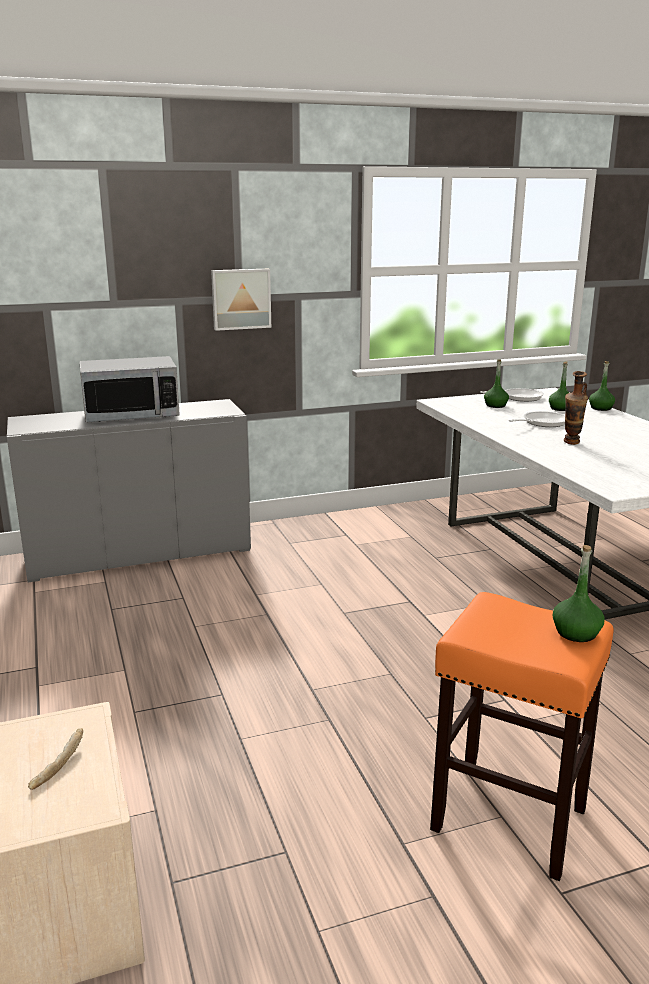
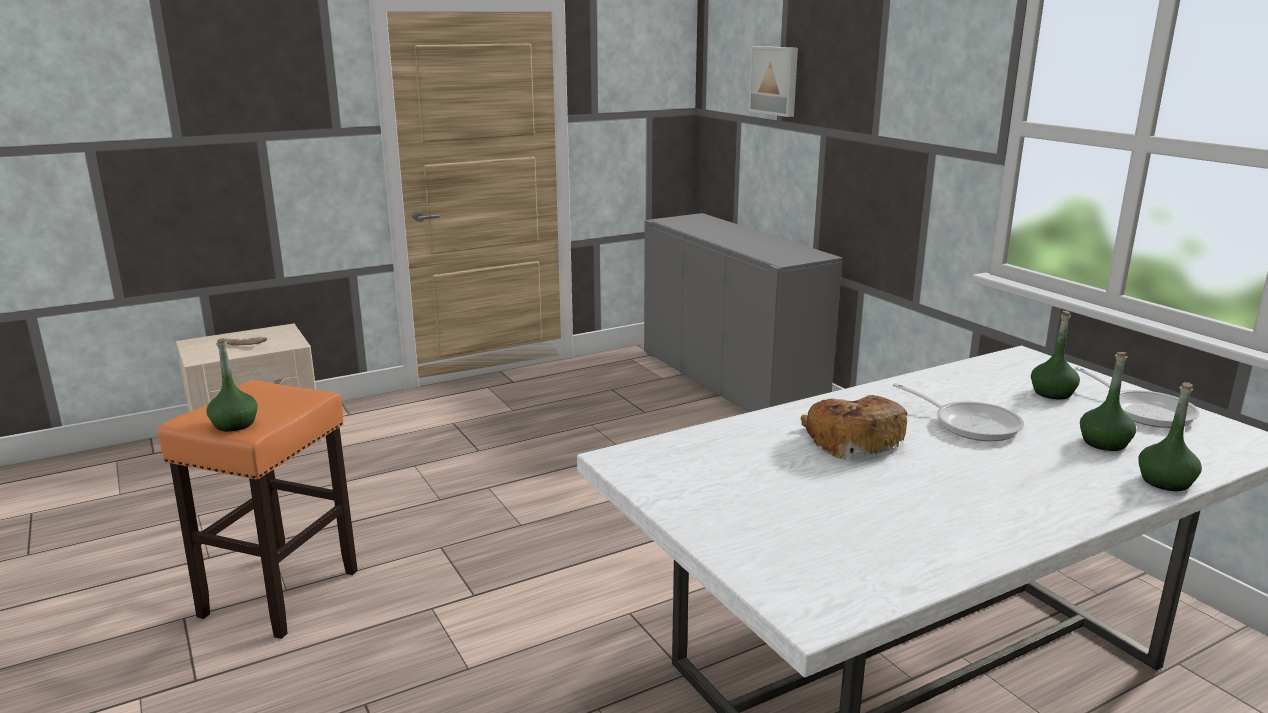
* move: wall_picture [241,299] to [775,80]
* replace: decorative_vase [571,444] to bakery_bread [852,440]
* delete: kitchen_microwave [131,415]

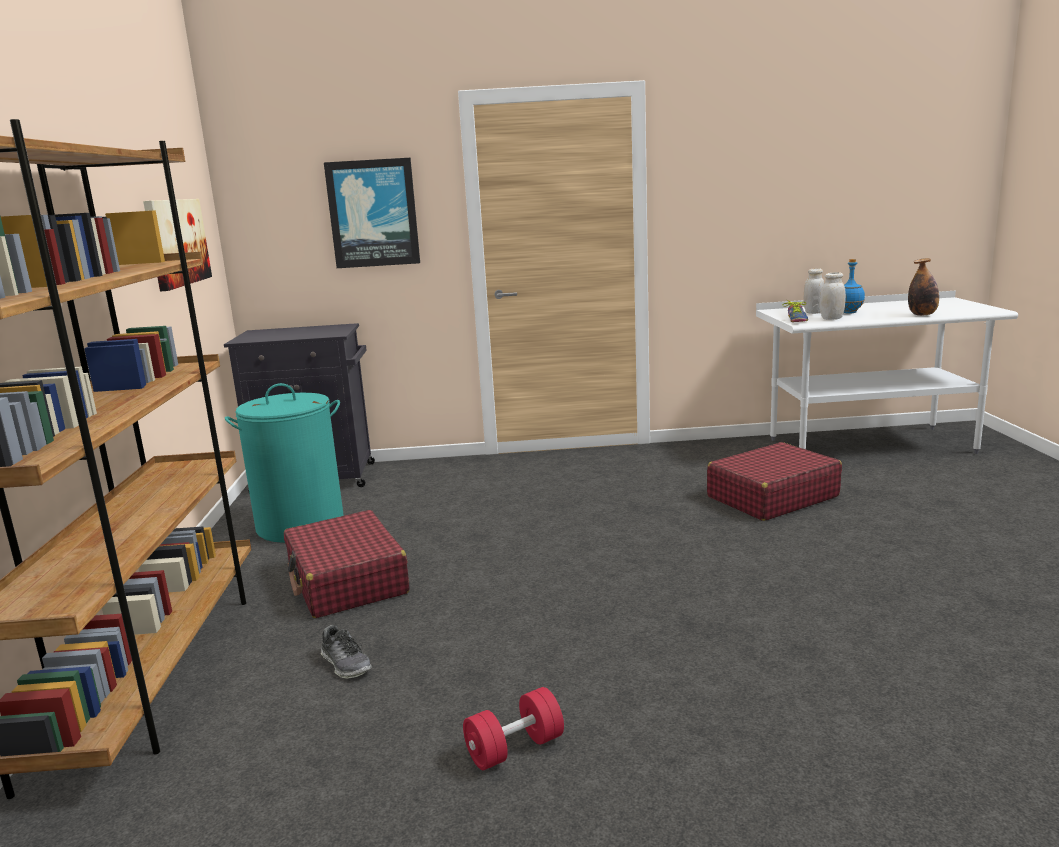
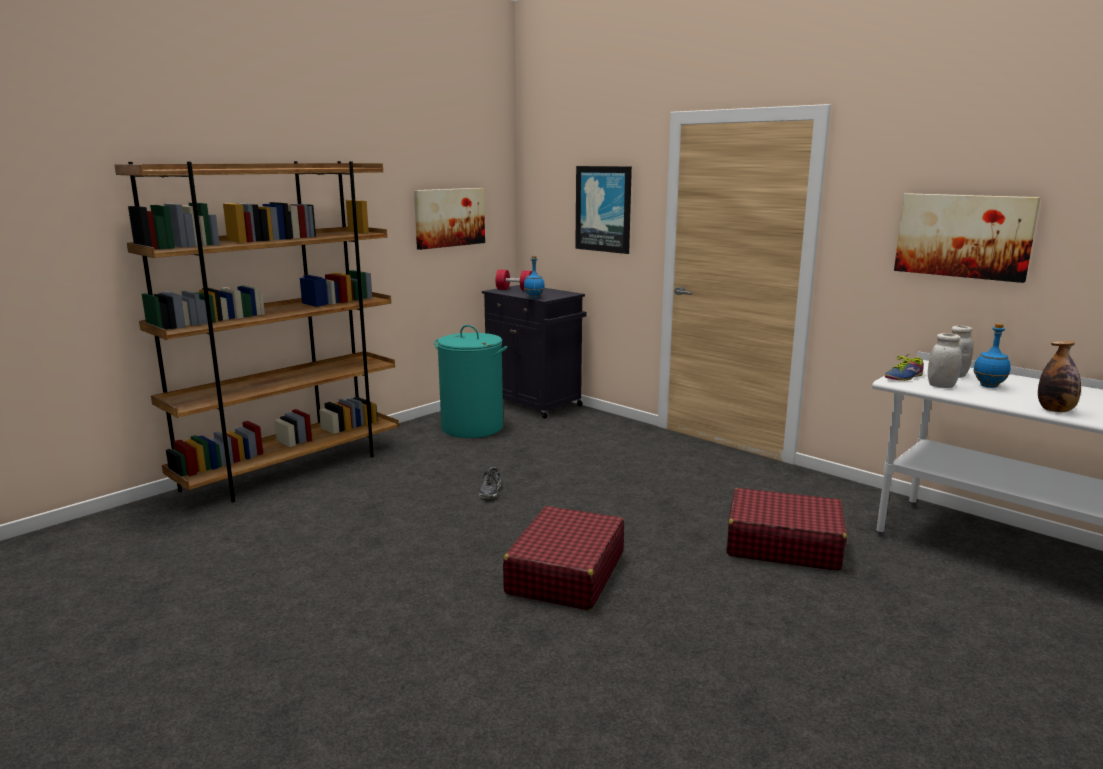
* move: low_shoe [346,664] to [490,491]
* move: reddish_dumbbell [515,748] to [514,289]
* move: reddish_piece_of_luggage [347,581] to [565,573]
* insert: blue-coloured_beverage_bottle [534,297]
* insert: wall_picture [963,236]

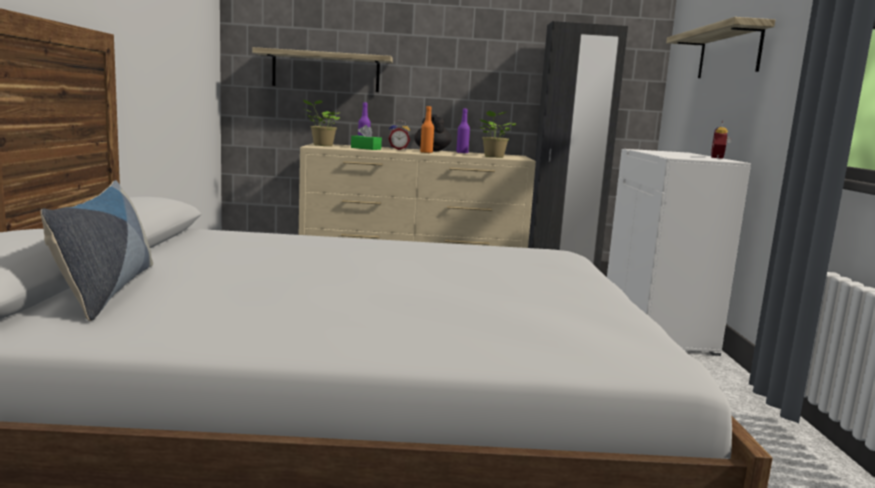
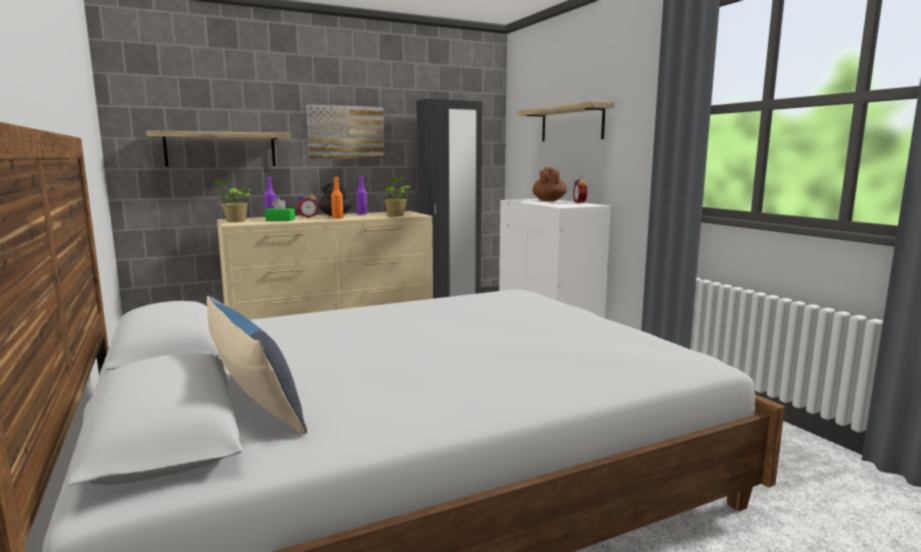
* insert: wall_picture [346,132]
* insert: brown_tea_pot [549,200]

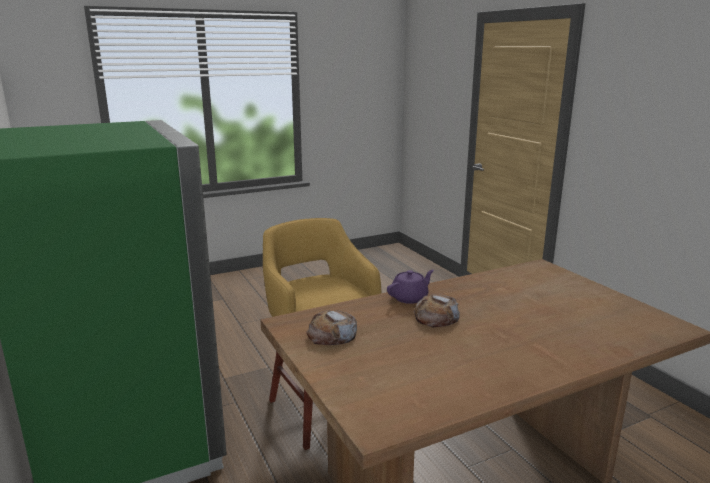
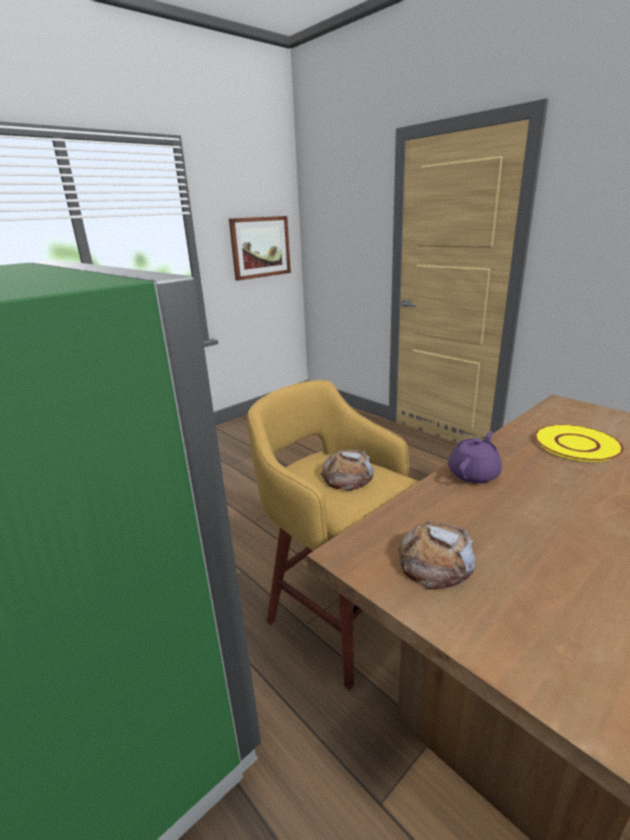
* insert: wall_picture [260,247]
* move: bakery_bread [436,317] to [347,476]
* insert: yellow_plate [576,444]

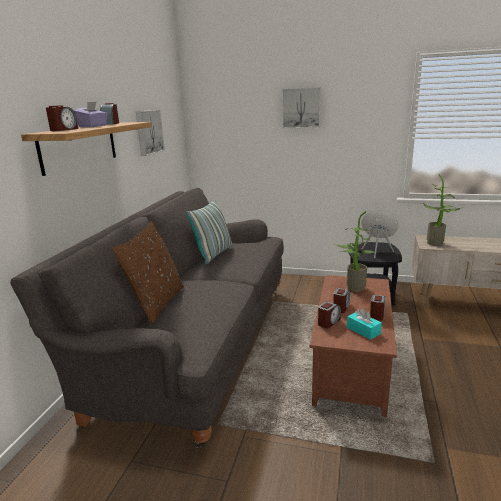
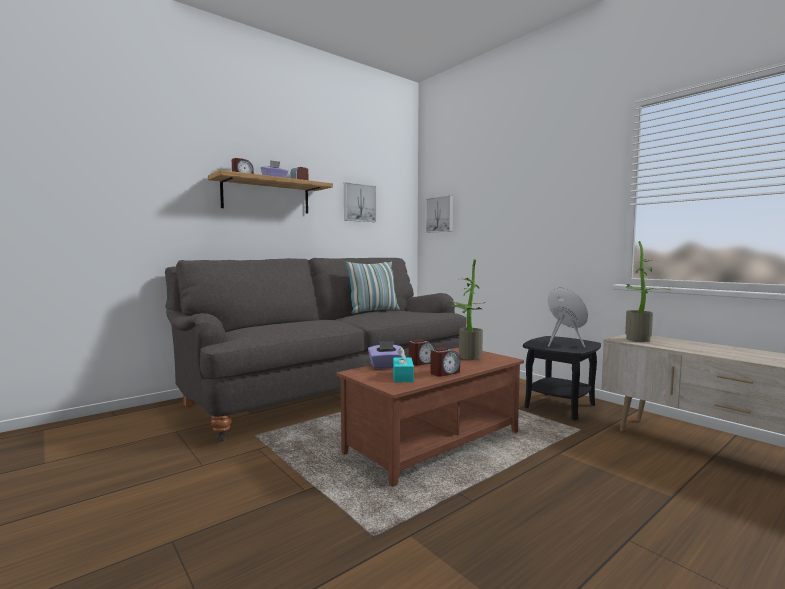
* replace: table_clock [328,322] to purplish_tissue_holder [386,366]
* move: wall_picture [301,108] to [440,214]
* delete: brown_pillow [156,303]

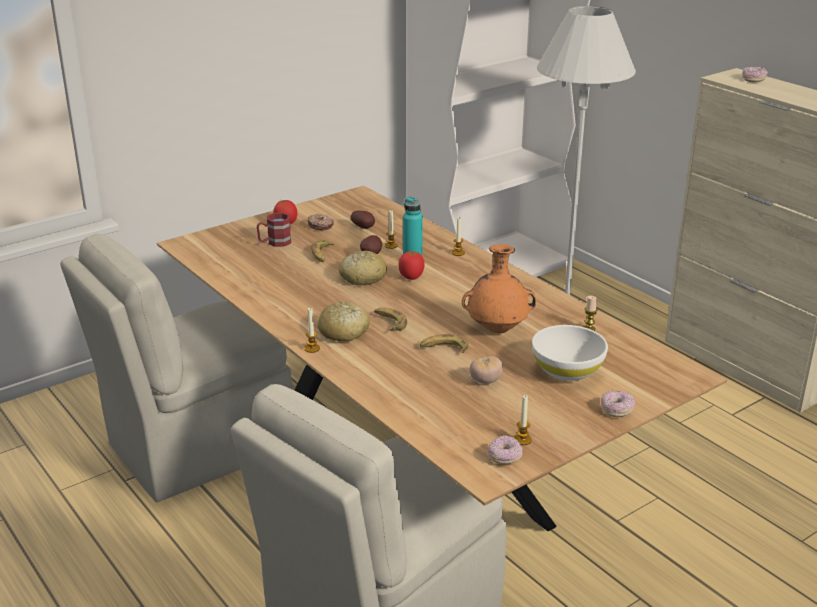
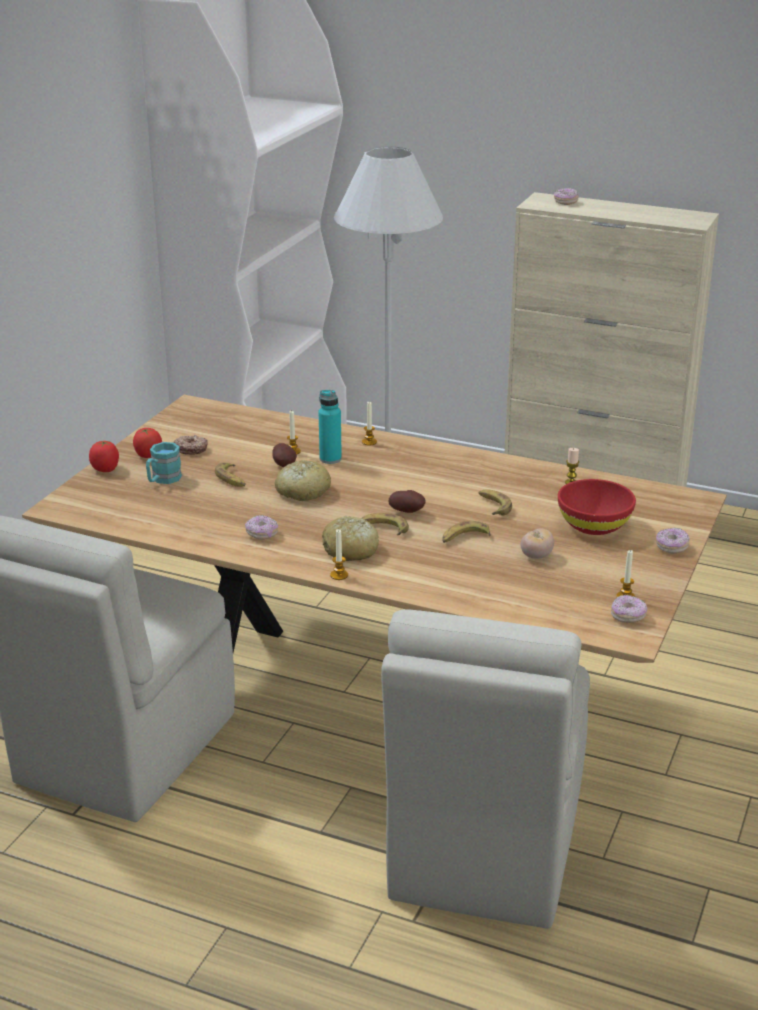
* move: fresh_tomato [411,277] to [105,469]
* recolor: reddish_coffee_mug [274,242] to blue-green_coffee_mug [162,480]
* insert: doughnut [262,534]
* move: potato [364,228] to [408,511]
* replace: orange-coloured_decorative_vase [498,329] to whole_banana [493,506]
* recolor: white-coloured_deep_dish [567,370] to reddish_deep_dish [594,525]

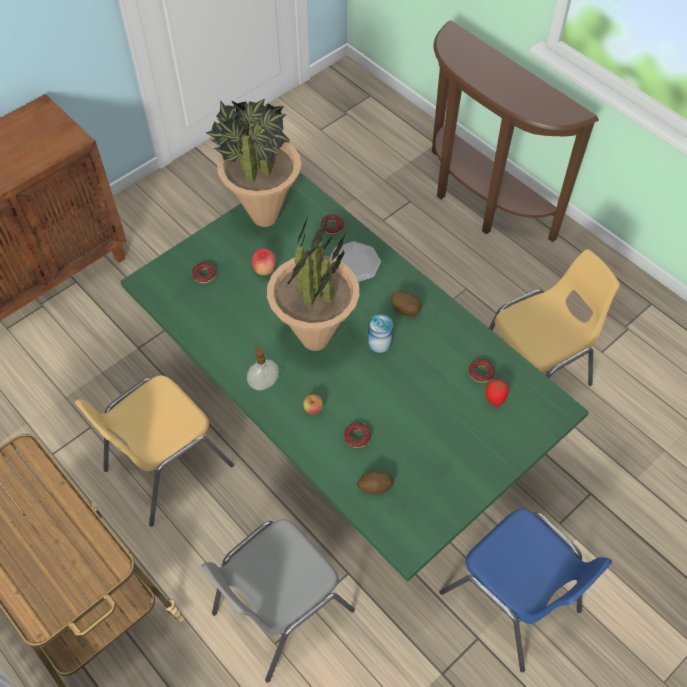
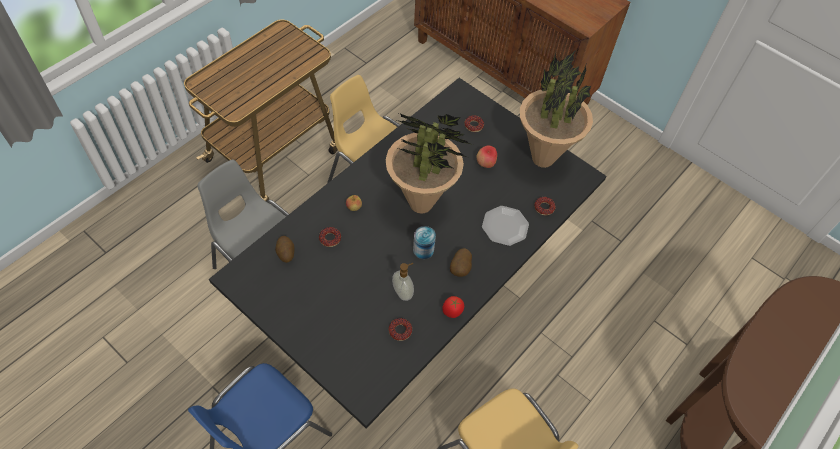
* recolor: green-coloured_kitchen_table [343,436] to black-coloured_kitchen_table [413,302]
* move: soap_dispenser [263,383] to [403,292]
* move: fresh_tomato [494,399] to [452,312]

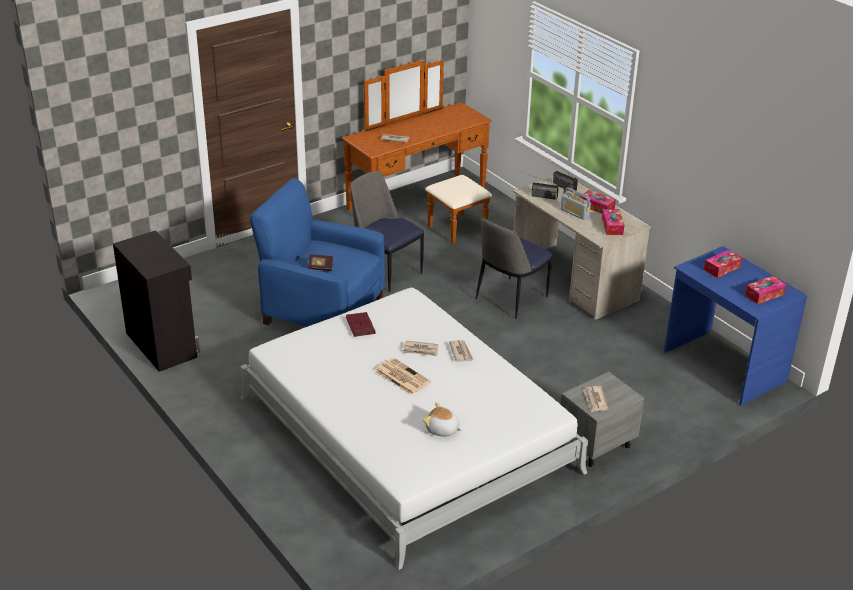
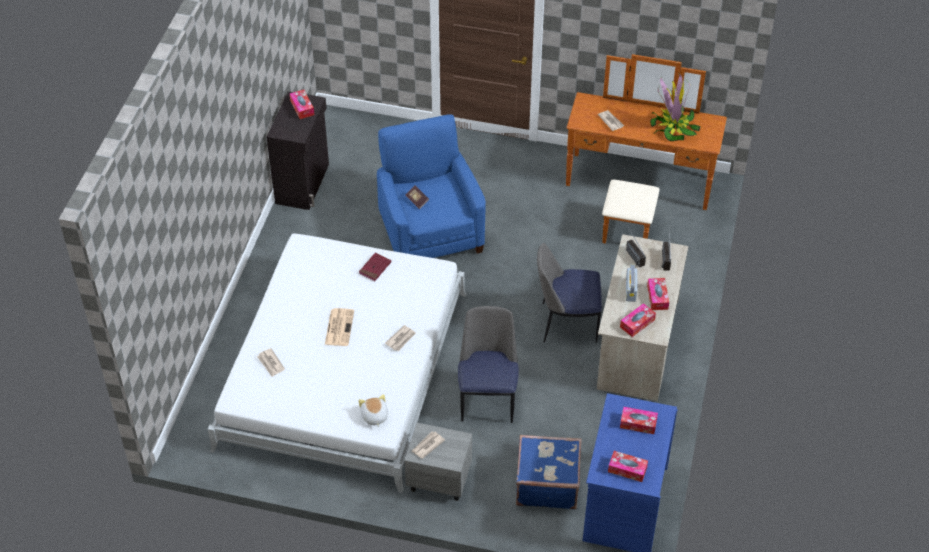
* move: daily_paper [421,350] to [270,363]
* insert: tissue_holder [302,108]
* move: cuddly_toy [442,430] to [374,416]
* move: upright_chair [385,271] to [488,397]
* insert: blue-coloured_piece_of_luggage [546,483]
* insert: houseplant [673,127]

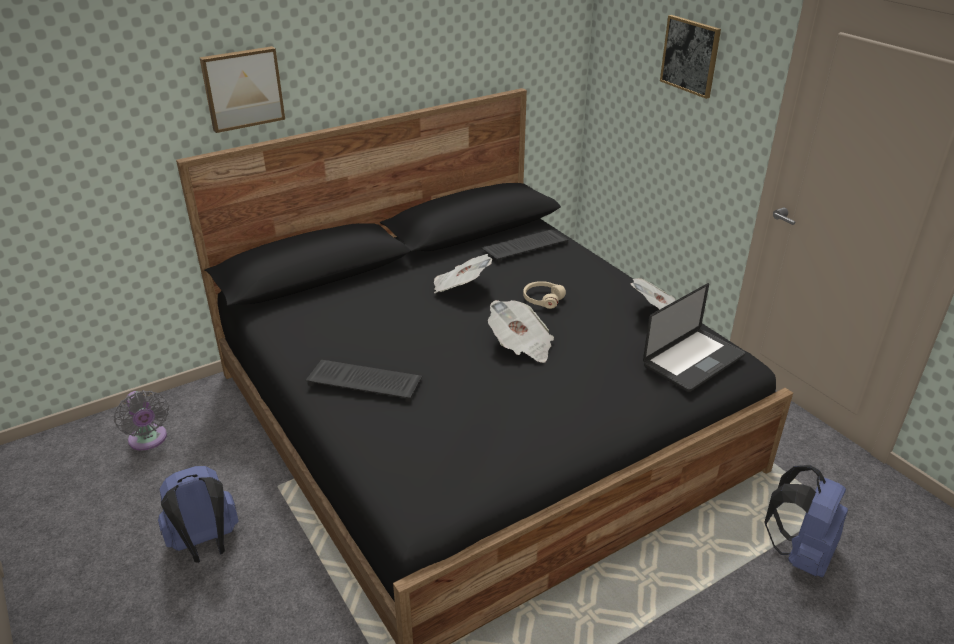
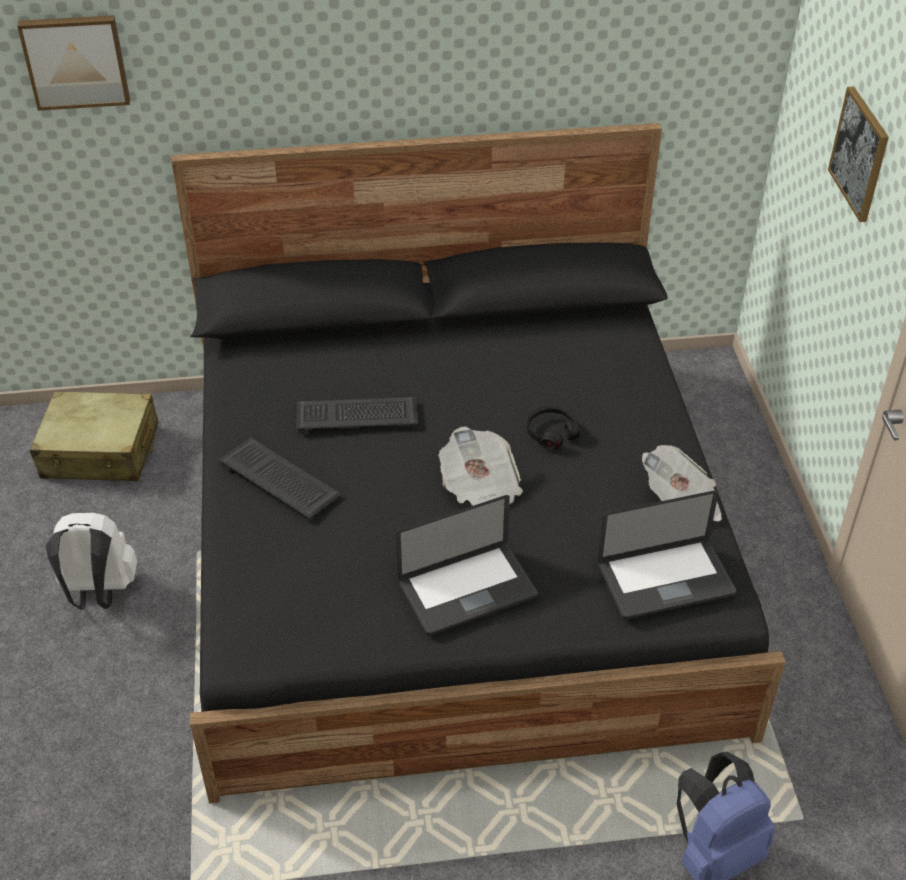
* move: wall_picture [242,88] to [75,61]
* replace: greyish_cooling_fan [148,440] to sand-coloured_piece_of_luggage [100,451]
* recolor: blue-coloured_backpack [206,545] to white-coloured_backpack [98,592]
* move: PC_keyboard [525,246] to [358,415]
* insert: portable_computer [467,590]
* recolor: sand-coloured_pair_of_headphones [542,299] to black-coloured_pair_of_headphones [551,433]
* delete: daily_paper [460,287]

